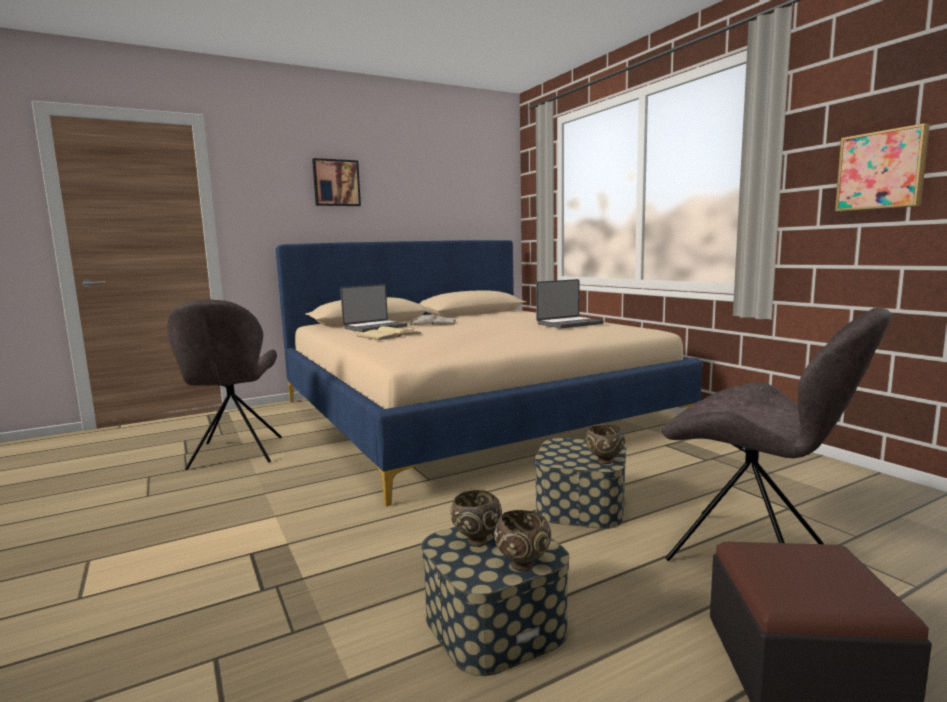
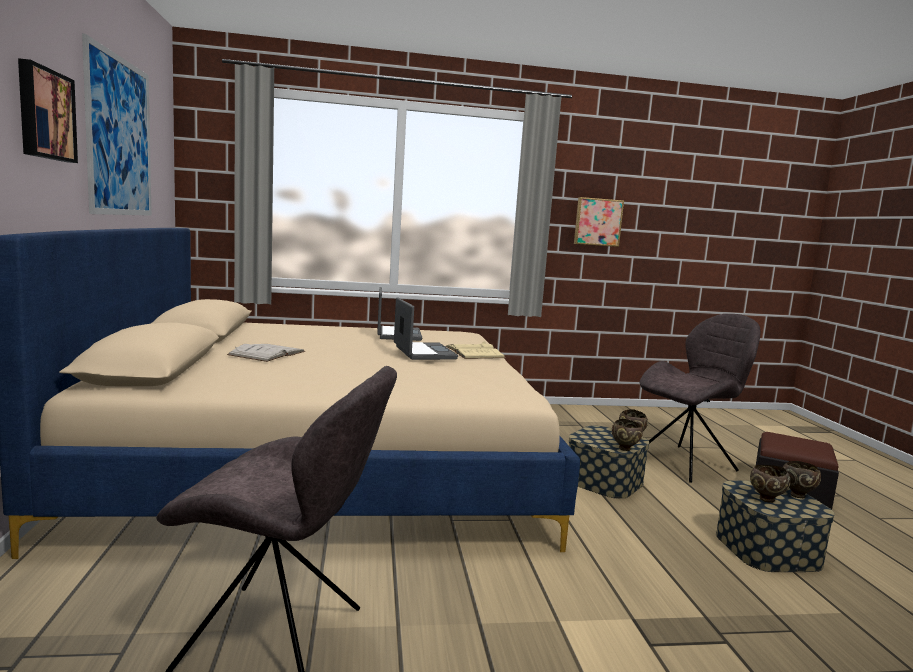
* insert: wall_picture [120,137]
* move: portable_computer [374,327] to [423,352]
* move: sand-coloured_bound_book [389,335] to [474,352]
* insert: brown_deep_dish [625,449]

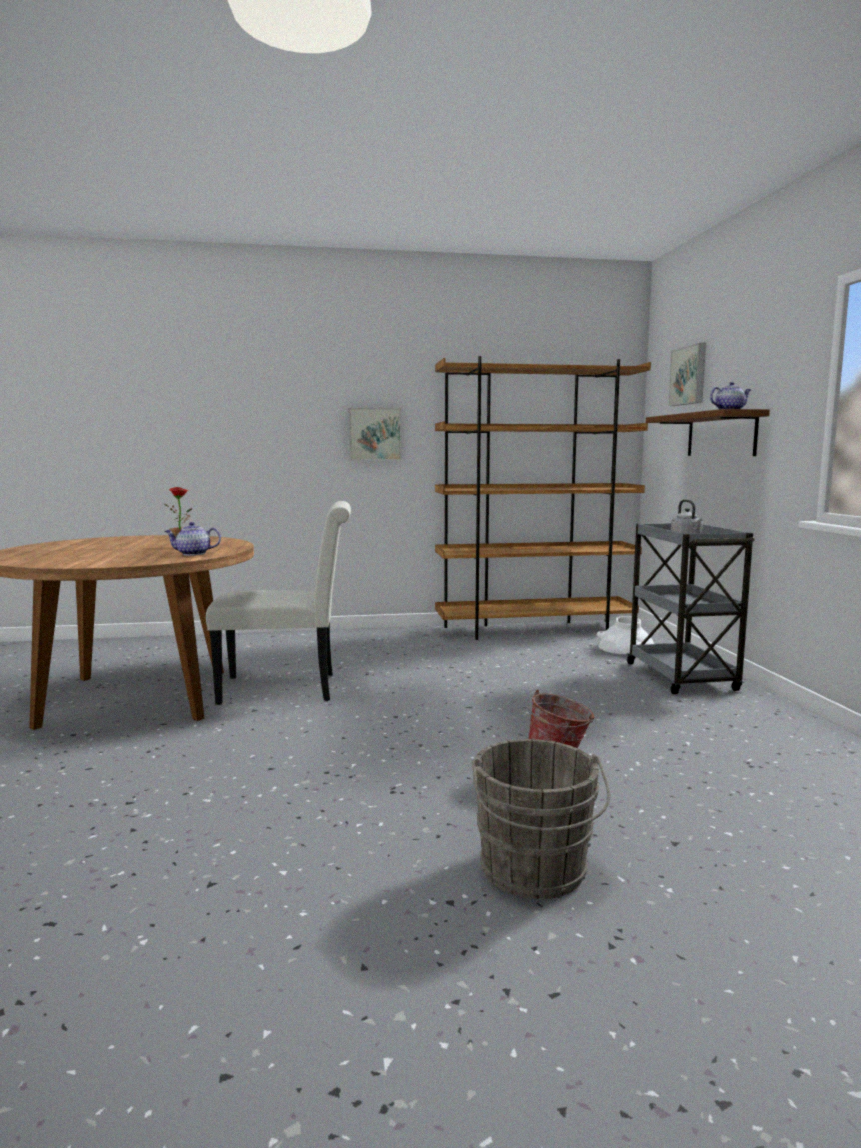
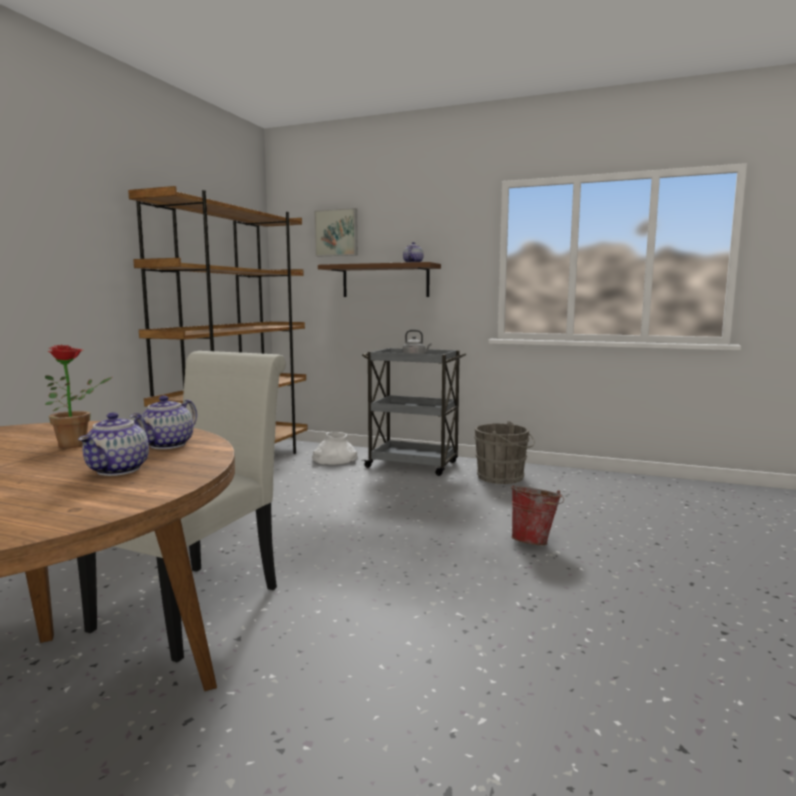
* insert: tea_pot [119,470]
* move: greyish_pail [534,873] to [503,477]
* delete: wall_picture [374,434]

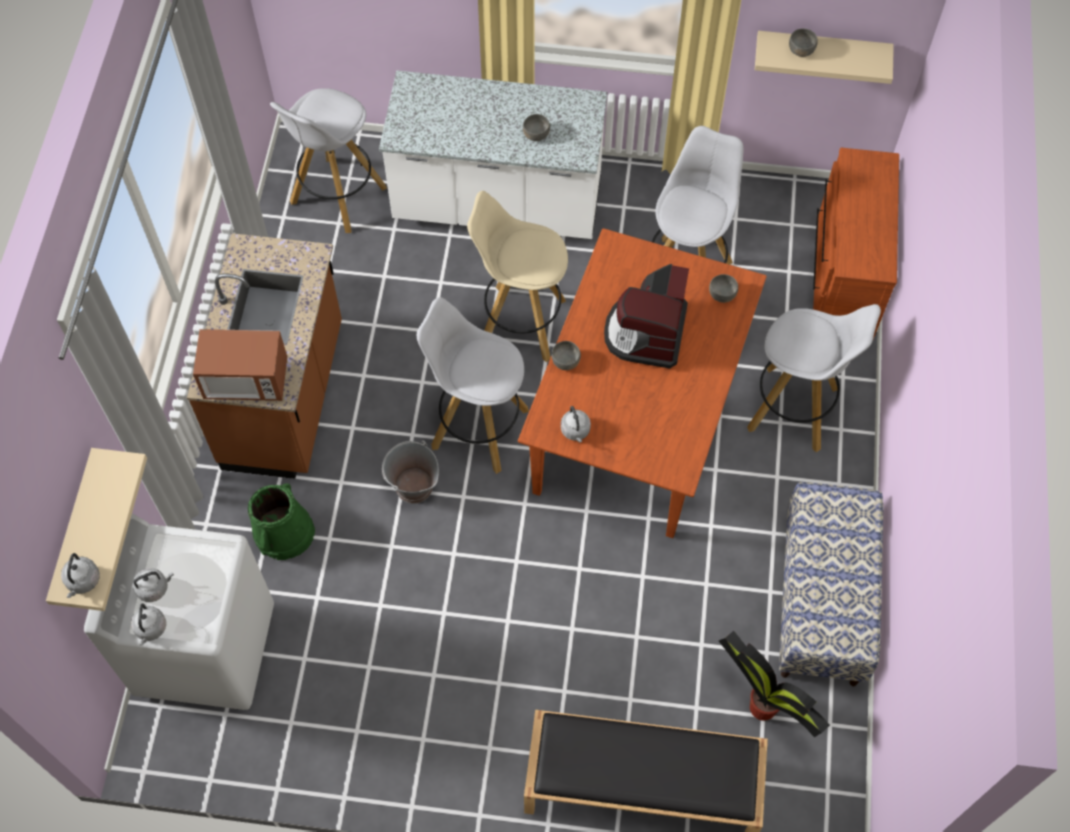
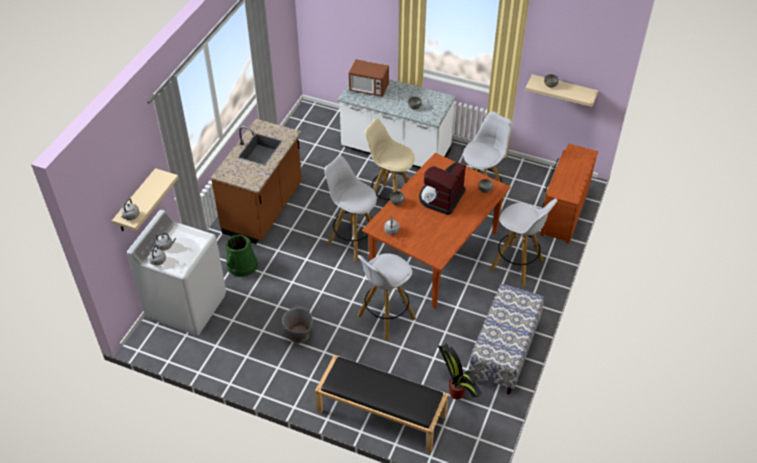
* move: greyish_pail [413,487] to [298,335]
* move: kitchen_microwave [246,380] to [369,89]
* move: white-coloured_stool_seat [337,196] to [385,318]

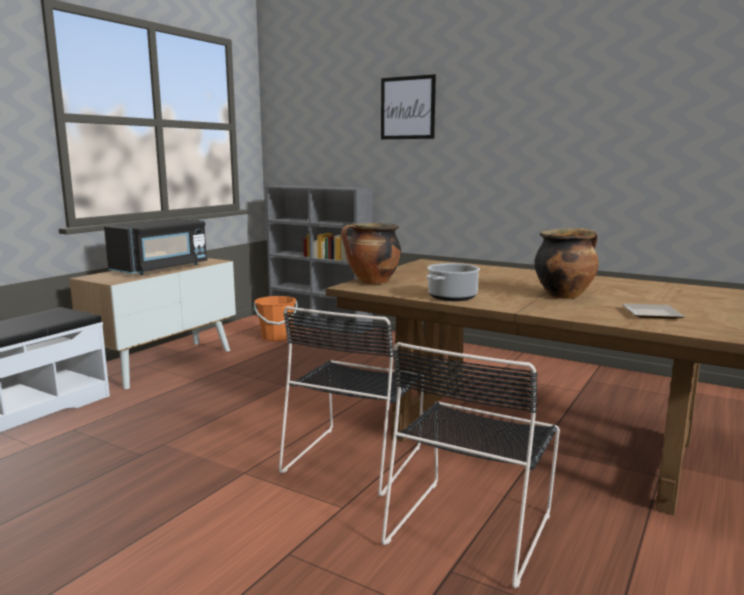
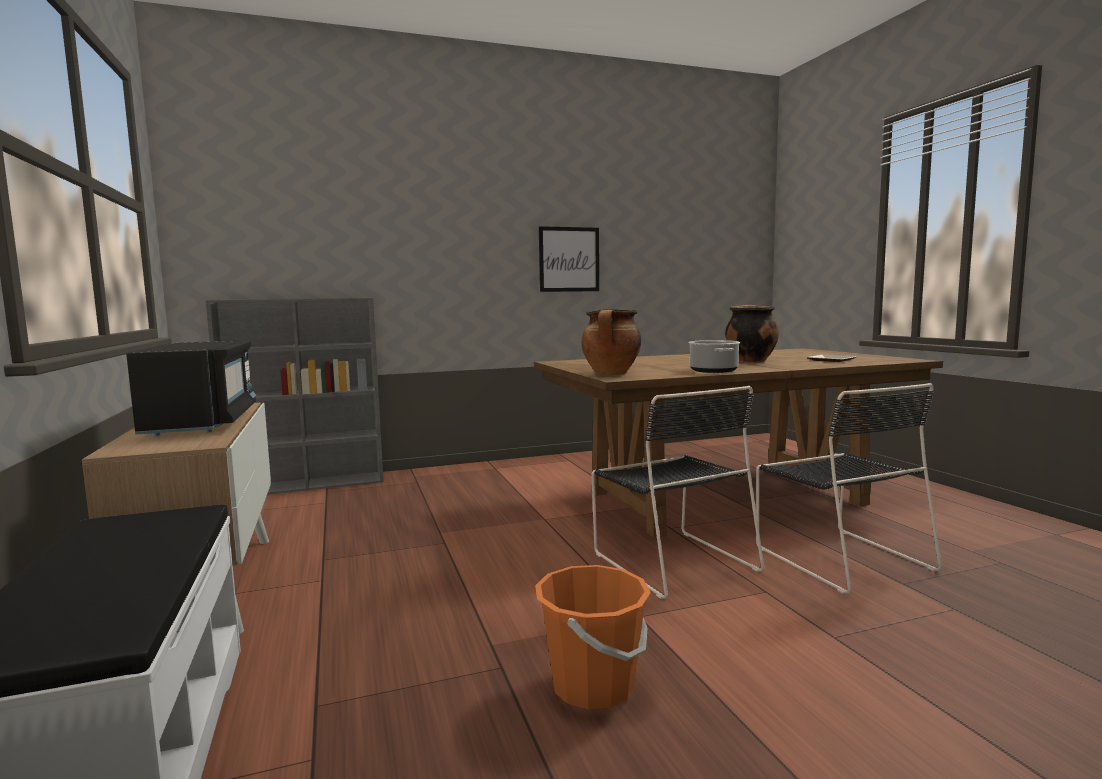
* move: orange-coloured_pail [276,337] to [593,686]
* move: wall_picture [407,108] to [569,259]

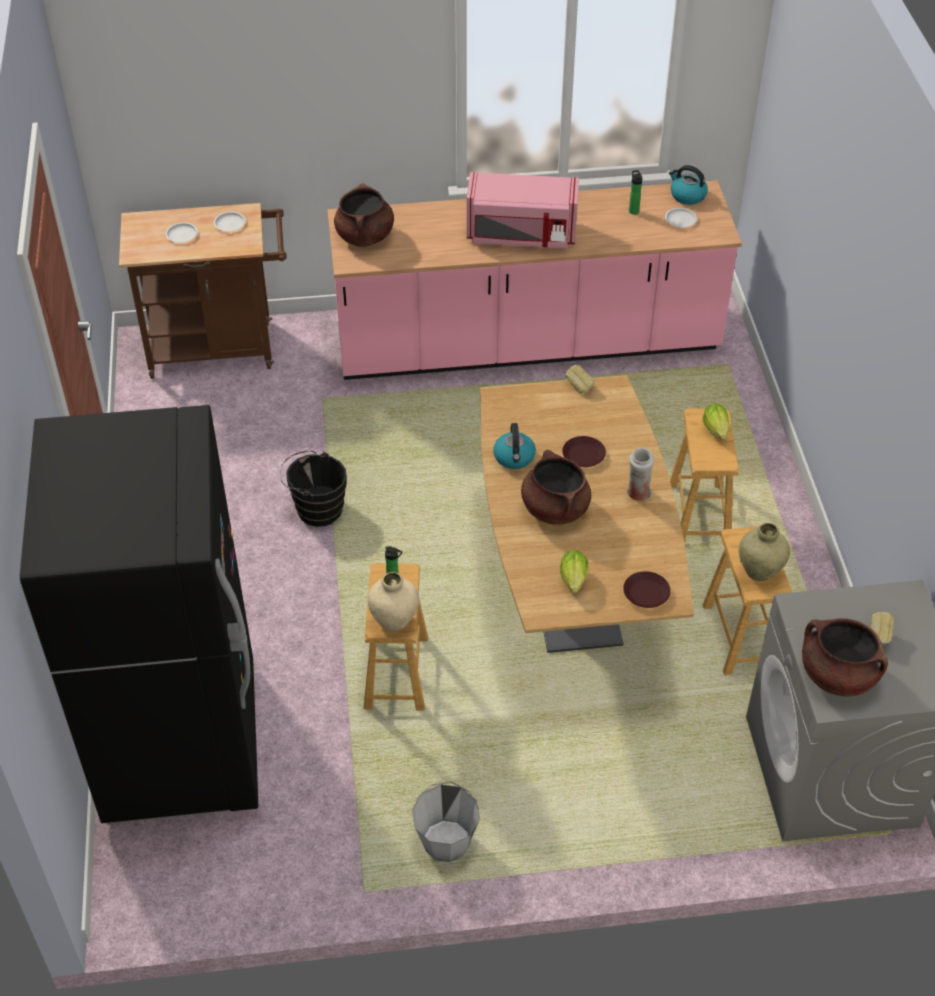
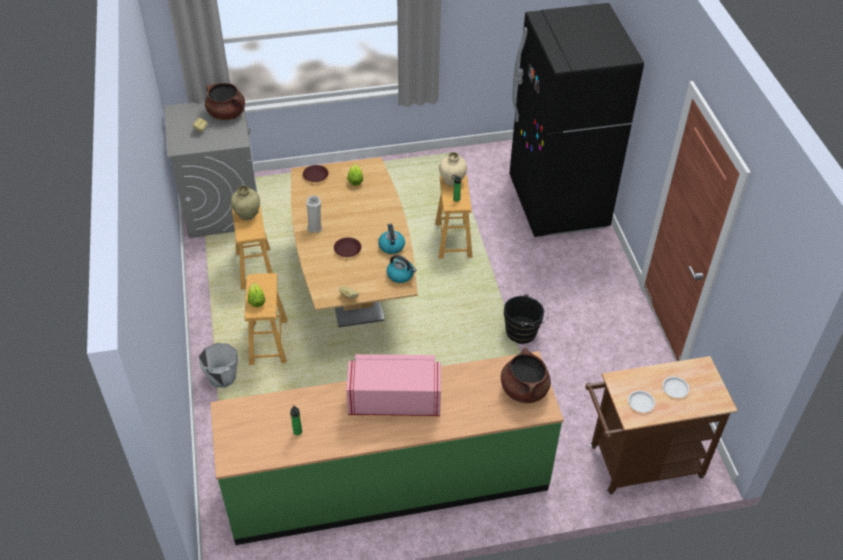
* move: greyish_pail [446,842] to [222,377]
* recolor: pink_counter [527,345] to green-coloured_counter [388,482]
* move: tea_kettle [687,196] to [401,275]
* delete: brown_stockpot [554,509]
* delete: white-coloured_plate [681,220]

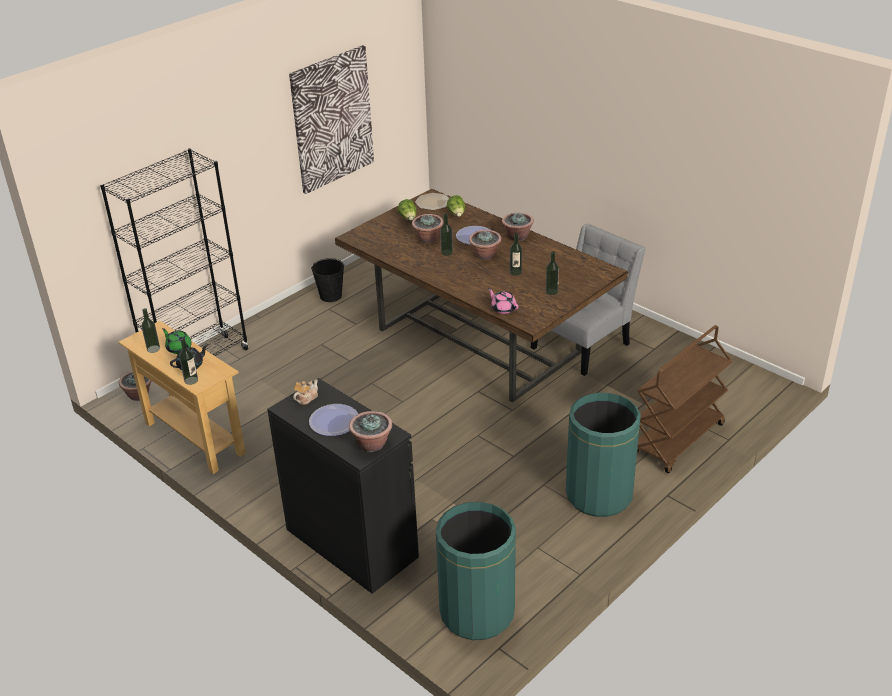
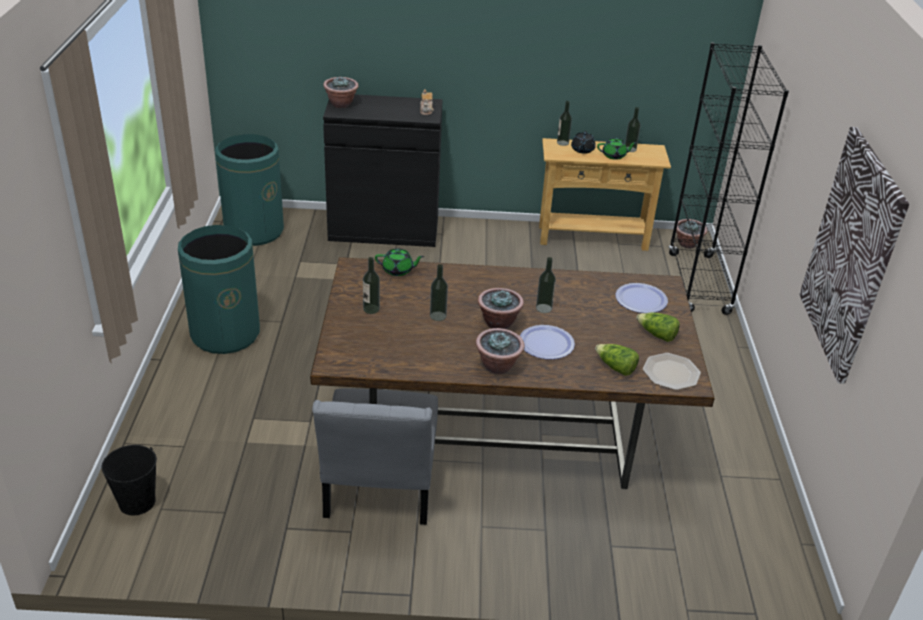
* move: black-coloured_pail [331,296] to [136,502]
* recolor: pink_tea_pot [503,308] to green-coloured_tea_pot [398,270]
* move: plate [334,421] to [641,299]
* delete: houseplant [428,239]
* delete: brown_cart [678,440]

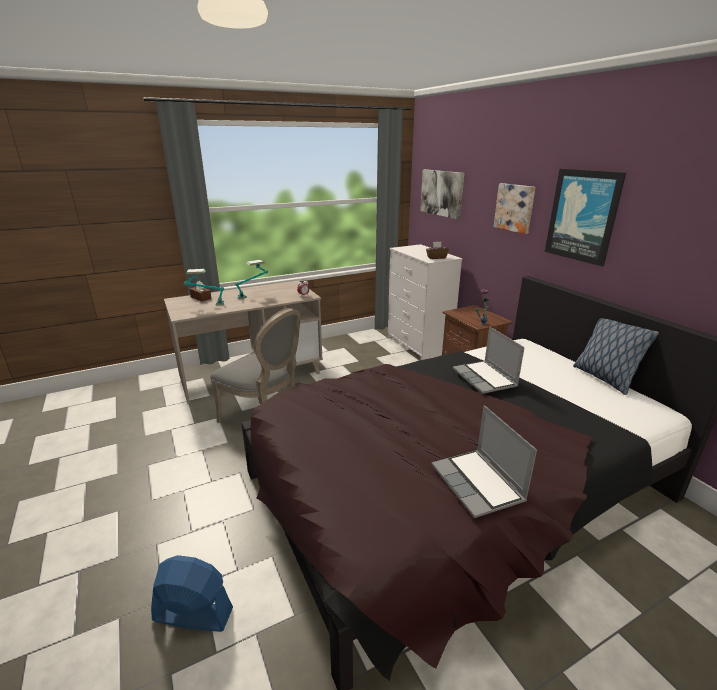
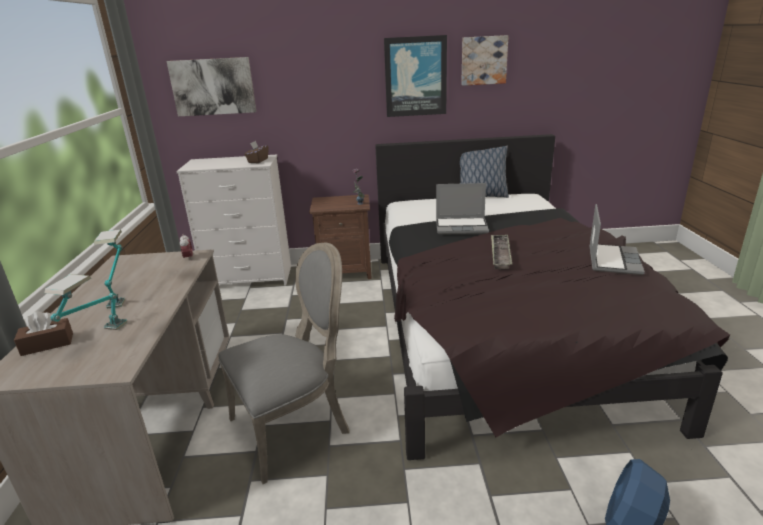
* move: wall_picture [515,207] to [483,60]
* insert: tray [500,254]
* rotate: portable_computer [478,484] = [612,260] 75 degrees counterclockwise

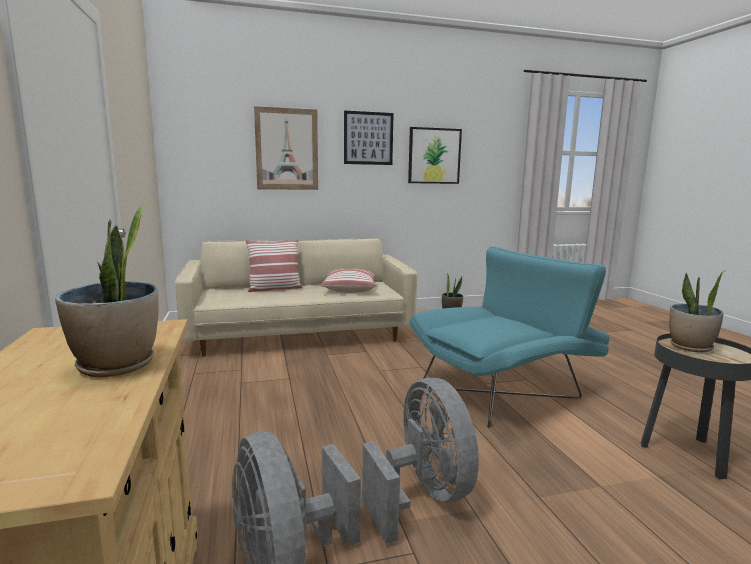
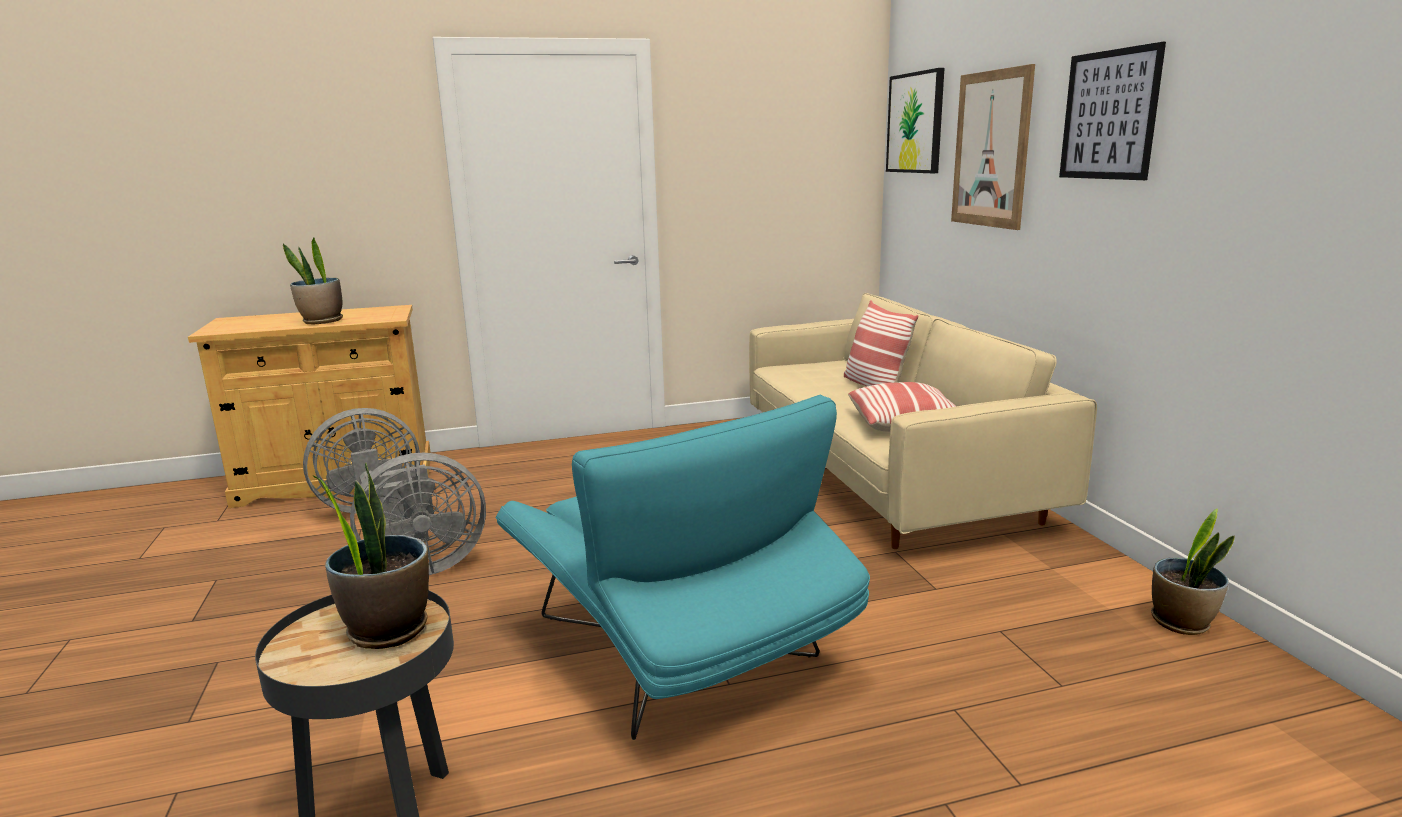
* move: wall_picture [434,156] to [915,123]

